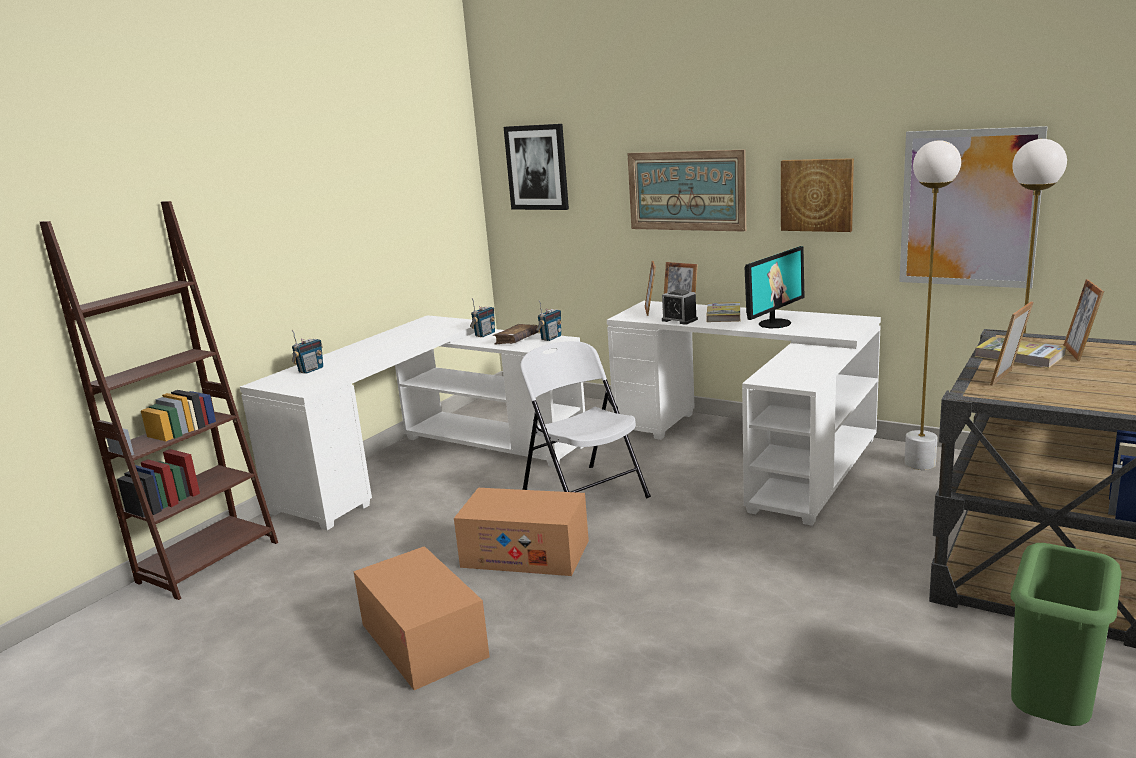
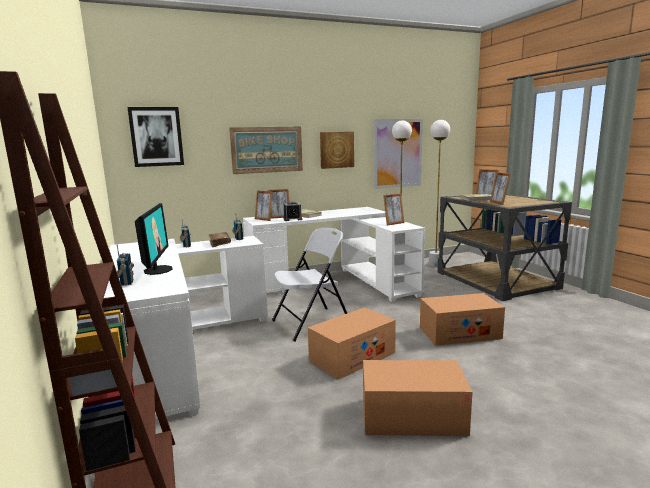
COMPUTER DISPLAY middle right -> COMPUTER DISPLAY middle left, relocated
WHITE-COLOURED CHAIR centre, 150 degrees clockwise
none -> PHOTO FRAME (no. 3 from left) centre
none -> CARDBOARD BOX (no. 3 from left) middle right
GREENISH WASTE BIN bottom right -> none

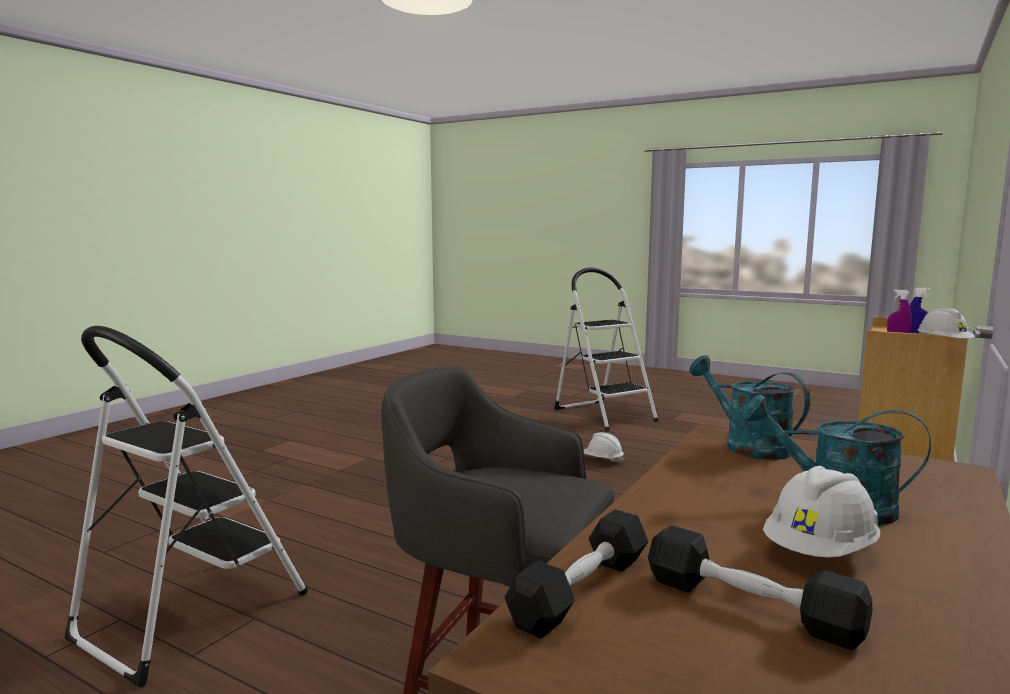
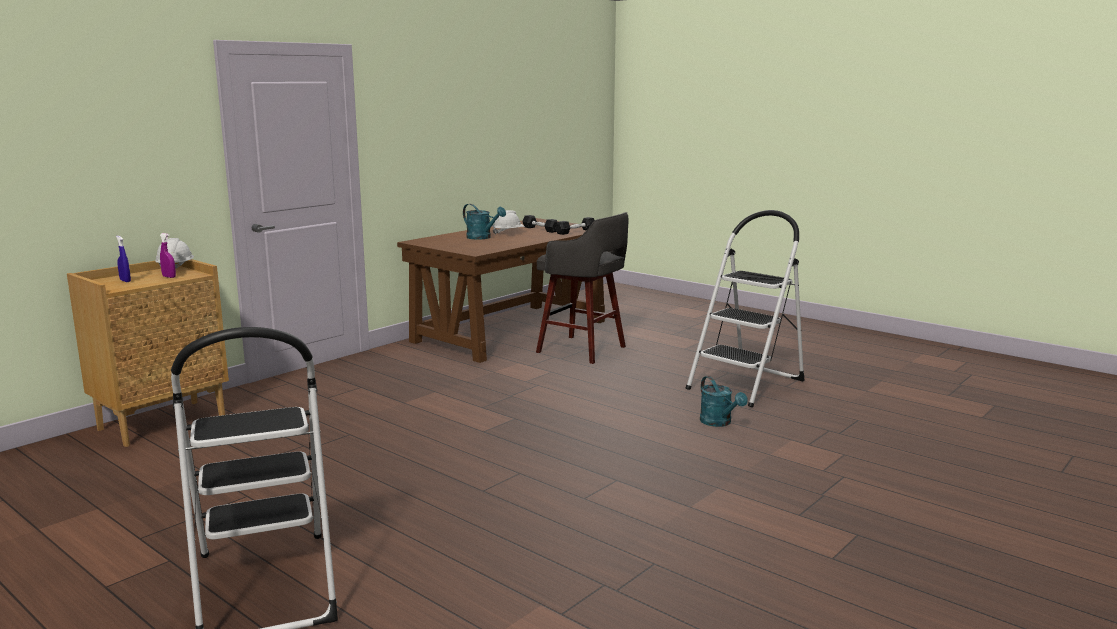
TURQUOISE WATERING POT (no. 1 from left in the first image) middle right -> TURQUOISE WATERING POT (no. 2 from left) centre, relocated
WHITE-COLOURED WORK HELMET (no. 1 from left) centre -> none

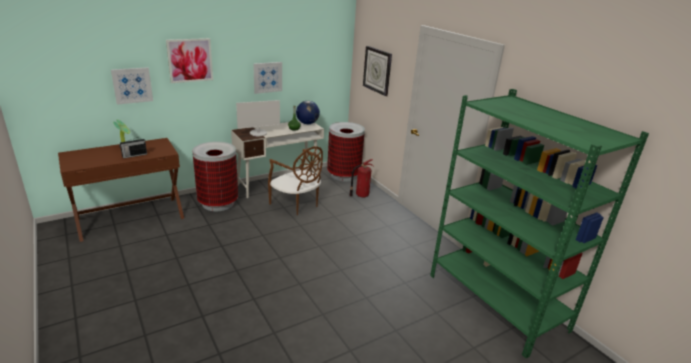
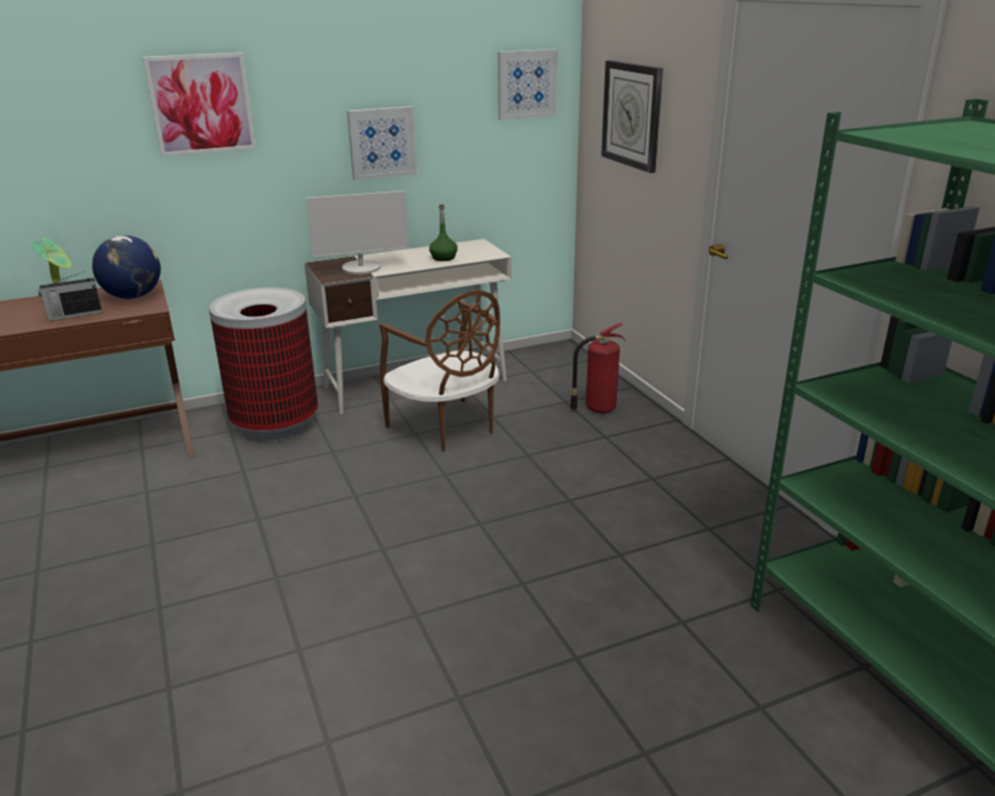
WORLD GLOBE top centre -> WORLD GLOBE middle left, relocated
WALL ART (no. 1 from left in the first image) top left -> WALL ART (no. 3 from left) top centre, relocated
WASTE BIN (no. 2 from left) centre -> none

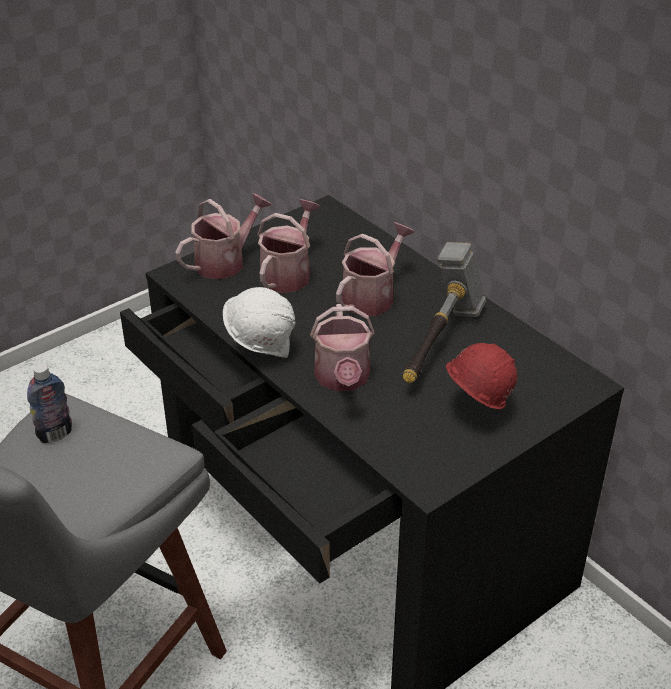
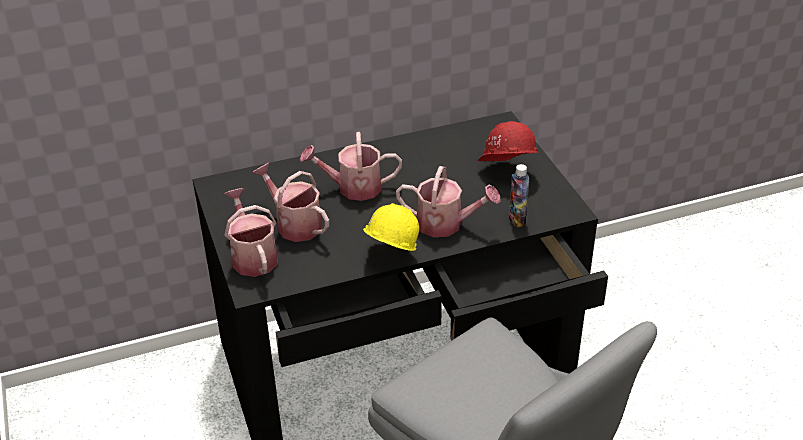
WATERING POT (no. 4 from left in the first image) centre -> WATERING POT (no. 3 from left) centre, 60 degrees counterclockwise
WHITE-COLOURED WORK HELMET centre -> YELLOWISH WORK HELMET centre
BEVERAGE BOTTLE middle left -> BEVERAGE BOTTLE centre, relocated
HAND HAMMER centre -> none

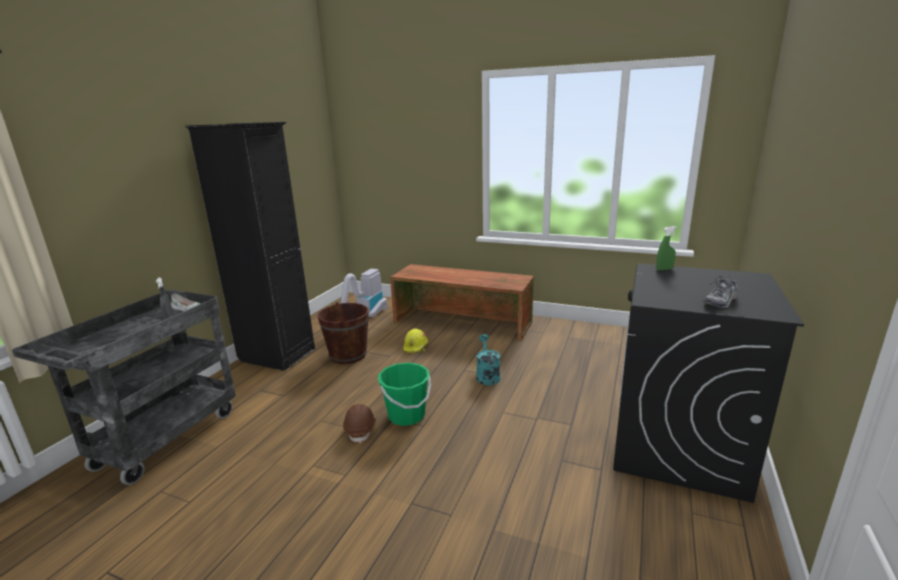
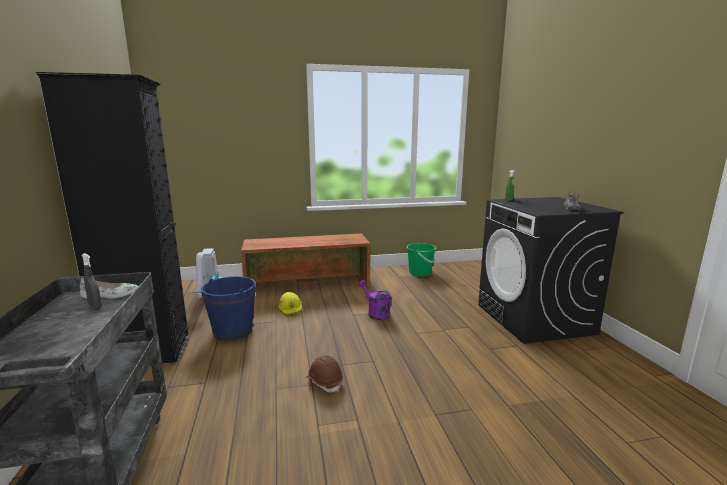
BROWN-COLOURED PAIL centre -> BLUE PAIL middle left
TURQUOISE WATERING POT centre -> PURPLISH WATERING POT centre
GREENISH PAIL bottom centre -> GREENISH PAIL centre, relocated

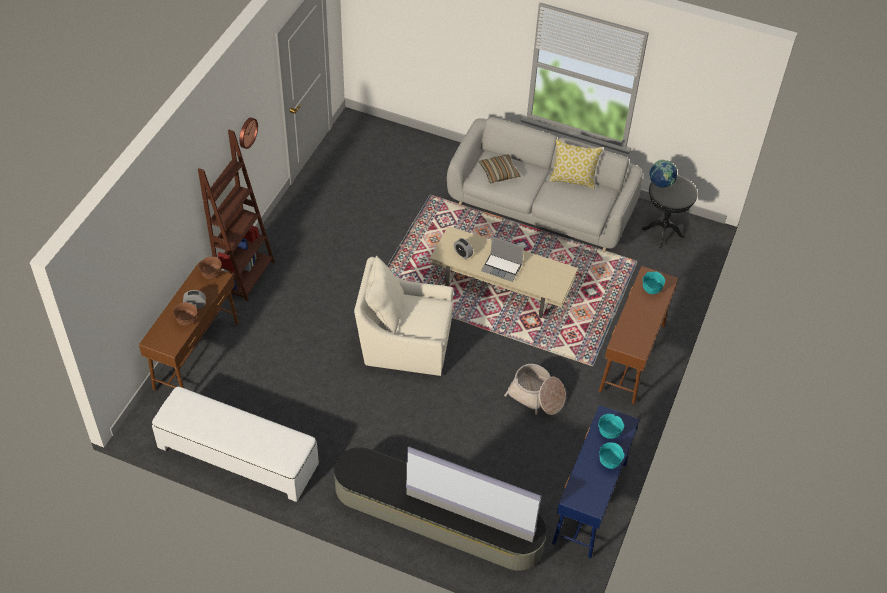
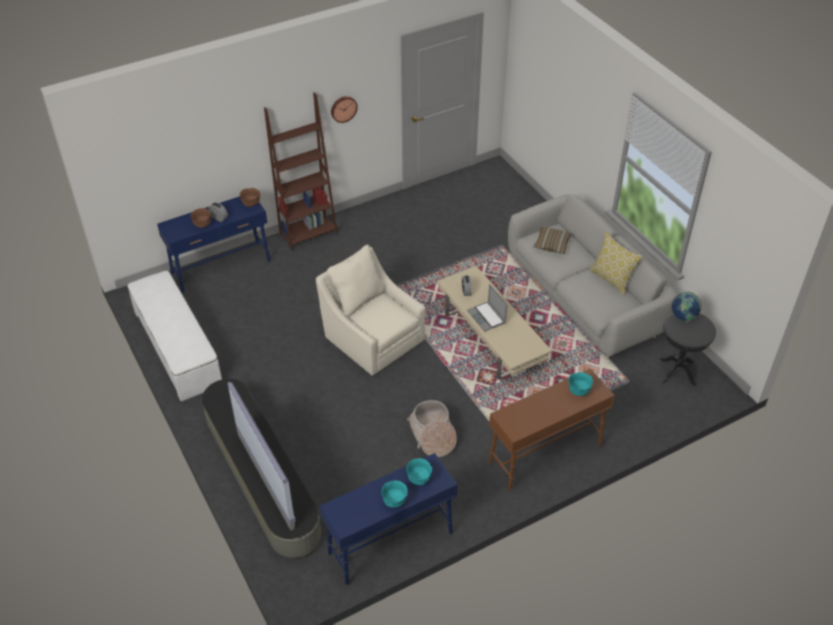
BROWN-COLOURED NARROW TABLE (no. 1 from left) middle left -> BLUE NARROW TABLE (no. 1 from left) middle left

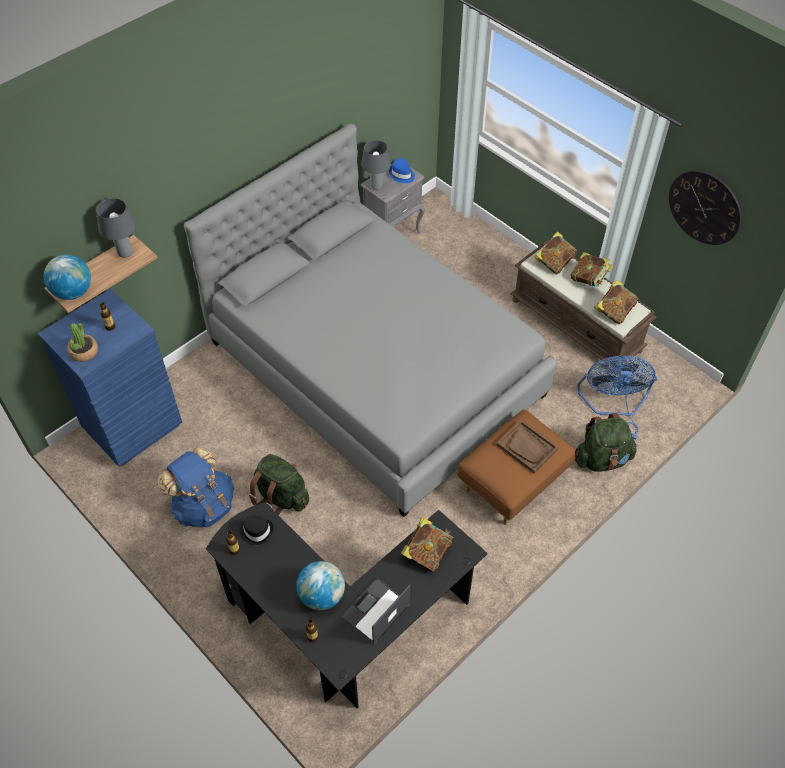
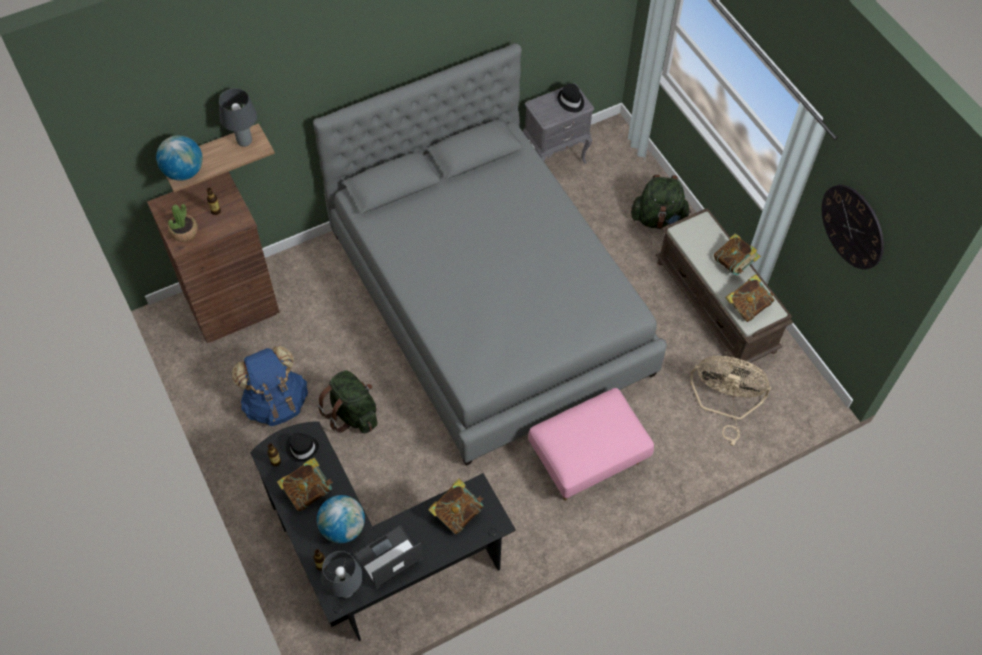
BLUE DRESSER middle left -> BROWN-COLOURED DRESSER middle left
VOLUME (no. 2 from left in the first image) top right -> VOLUME (no. 1 from left) bottom left, relocated
GRAY TABLE LAMP (no. 2 from left) top centre -> GRAY TABLE LAMP (no. 2 from left) bottom centre, relocated
BROWN-COLOURED OTTOMAN centre -> PINKISH OTTOMAN bottom centre
BLUE HAT top centre -> BLACK-COLOURED HAT (no. 2 from left) top centre
GREENISH RUCKSACK (no. 2 from left) middle right -> GREENISH RUCKSACK (no. 2 from left) top right, relocated
BLUE FAN middle right -> BEIGE-COLOURED FAN middle right
BROWN-COLOURED SERVING TRAY middle right -> none

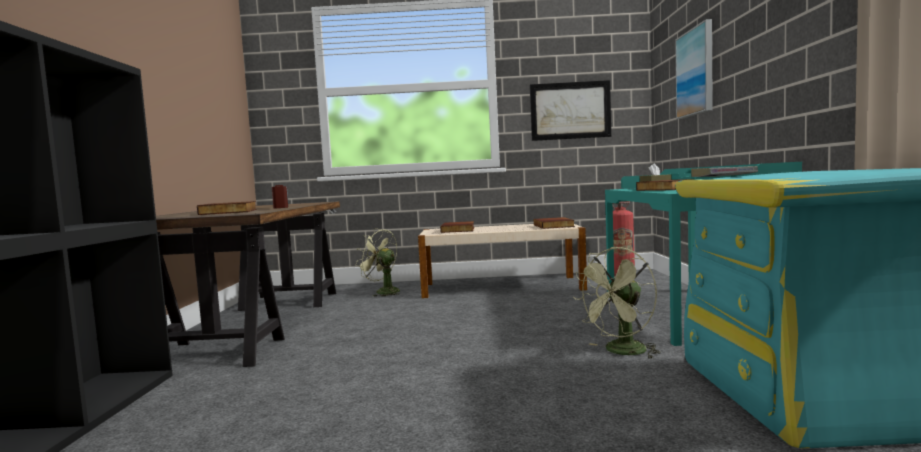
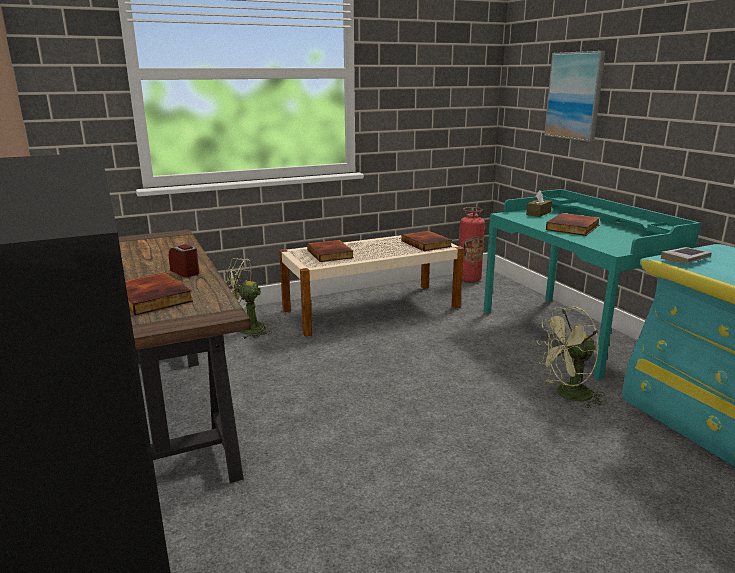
GREENISH FAN (no. 2 from left) bottom right -> GREENISH FAN (no. 2 from left) middle right, 45 degrees clockwise
WALL ART (no. 1 from left) top centre -> none

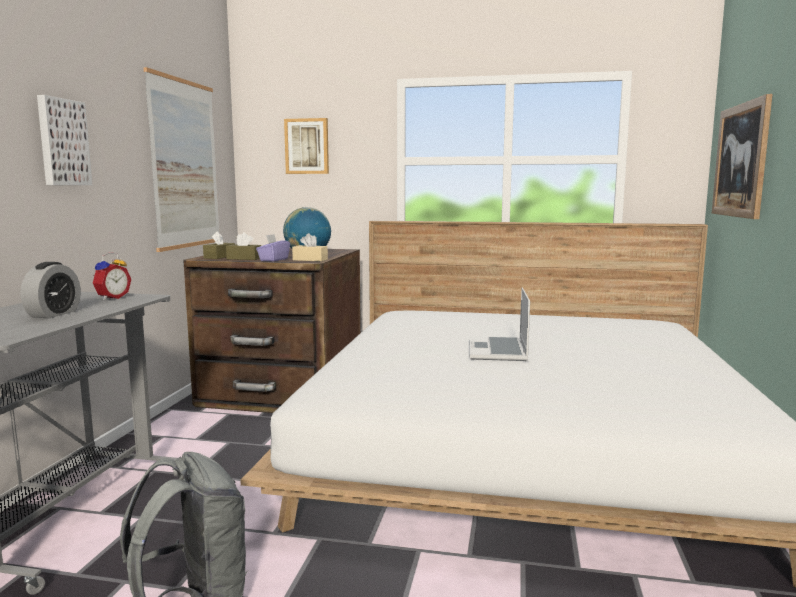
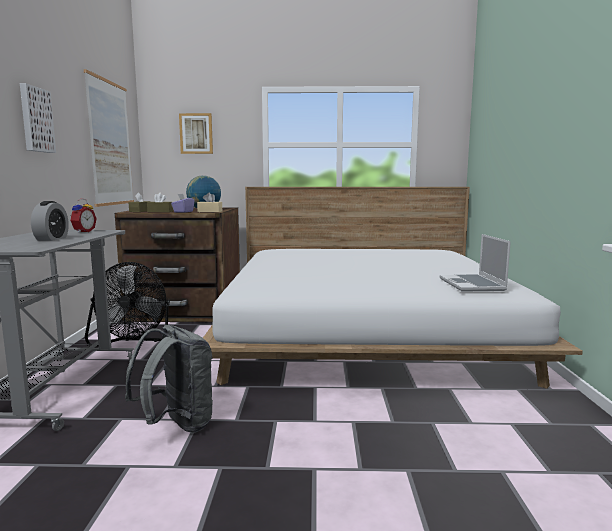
none -> BLACK-COLOURED FAN middle left
PORTABLE COMPUTER centre -> PORTABLE COMPUTER middle right, relocated
WALL ART (no. 4 from left) top right -> none

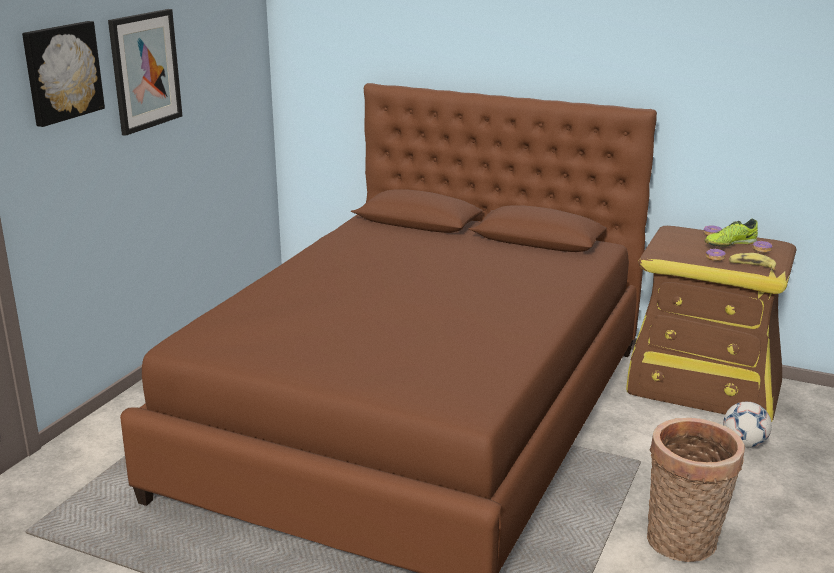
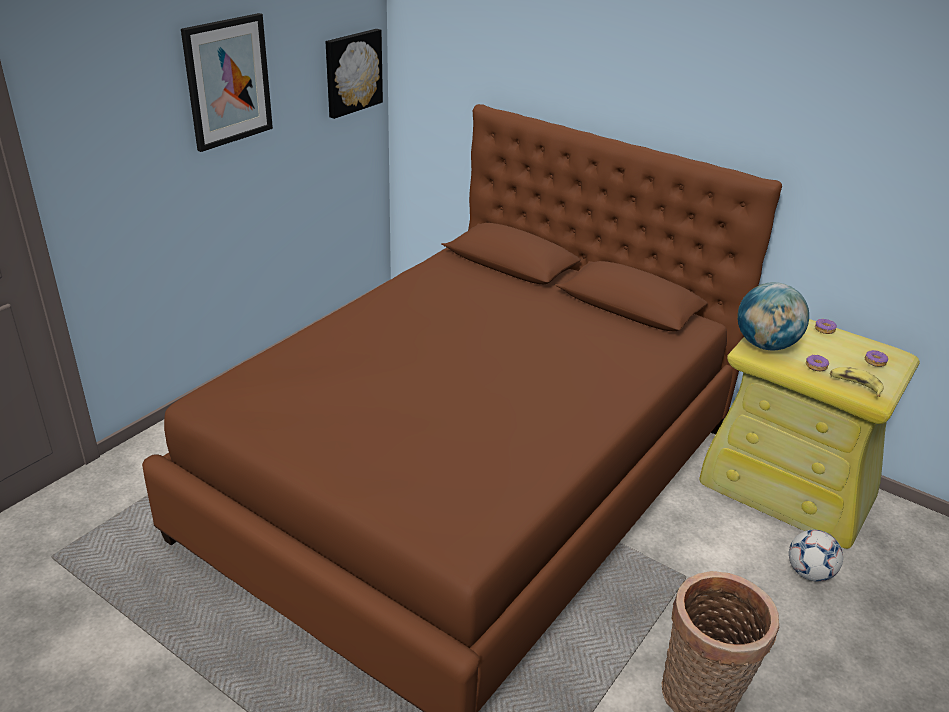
WALL ART (no. 1 from left in the first image) top left -> WALL ART (no. 2 from left) top centre, relocated
BROWN-COLOURED NIGHTSTAND middle right -> YELLOWISH NIGHTSTAND middle right
none -> WORLD GLOBE middle right
LOW SHOE middle right -> none

